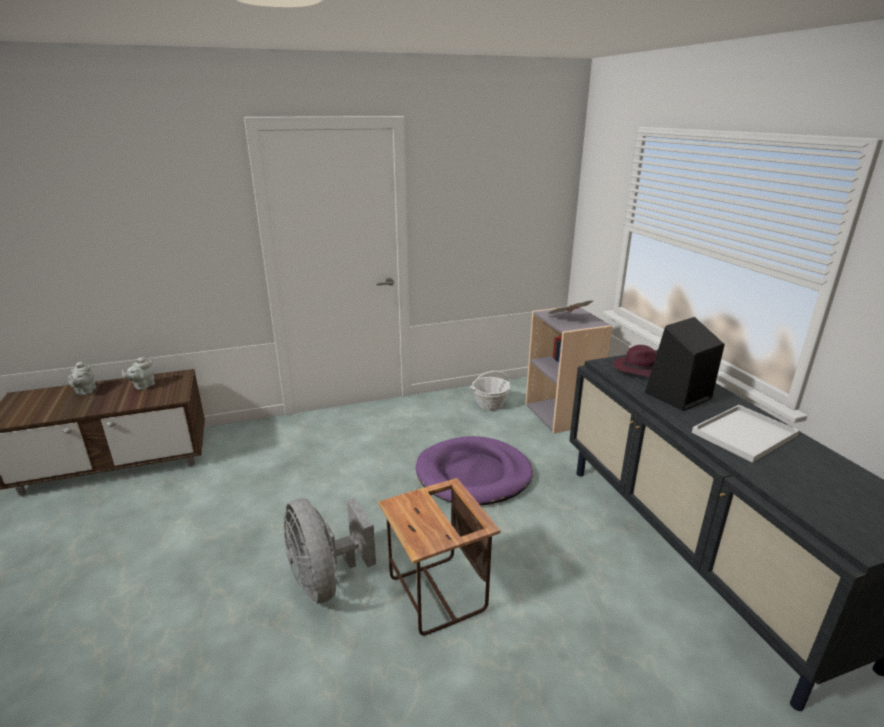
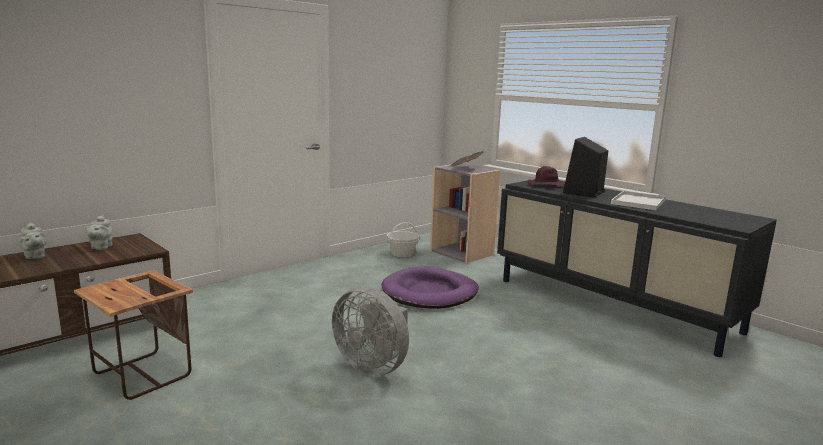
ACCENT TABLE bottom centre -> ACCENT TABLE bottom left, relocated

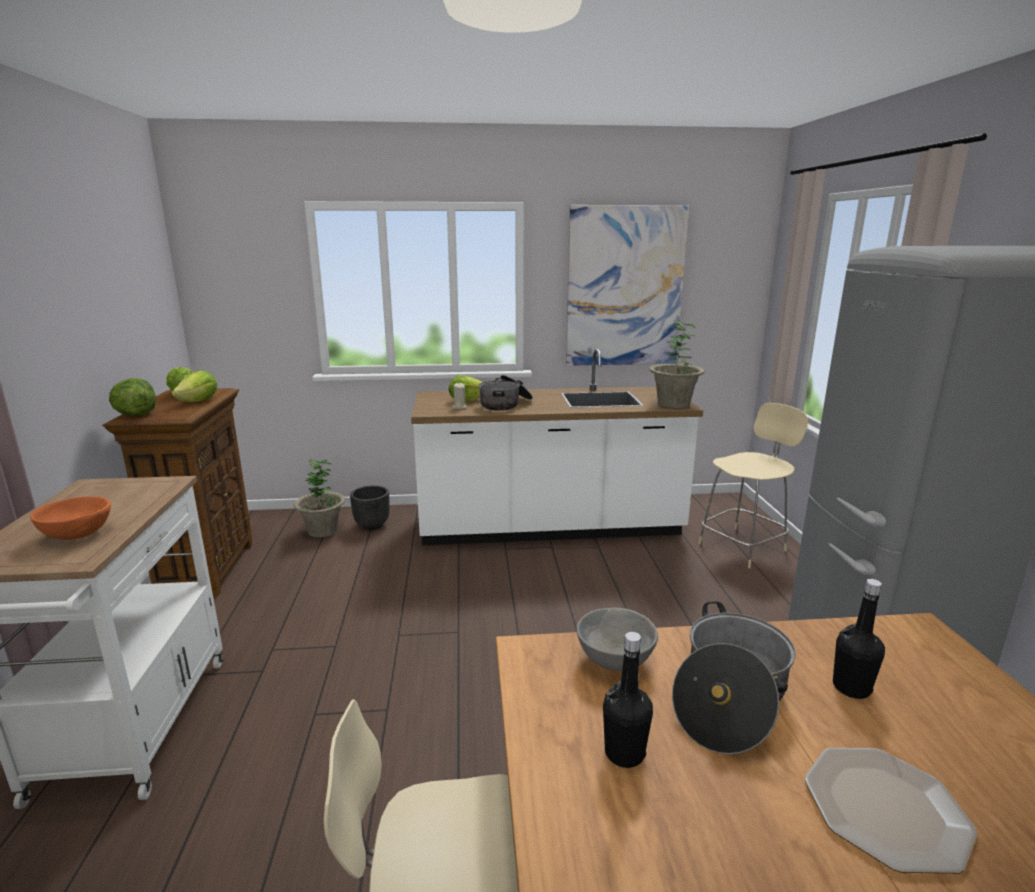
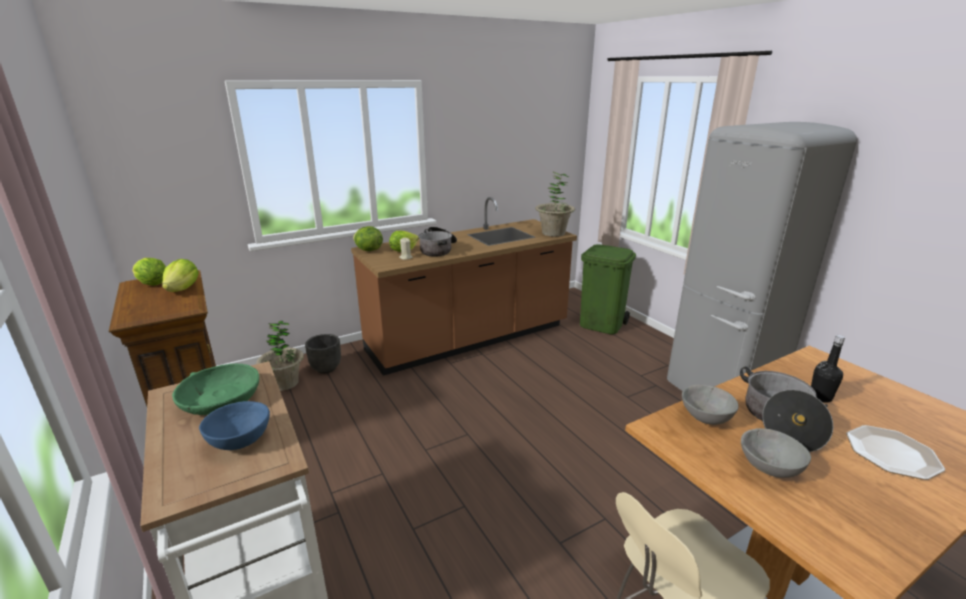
none -> GREENISH DEEP DISH middle left
ORANGE DEEP DISH middle left -> BLUE DEEP DISH bottom left
WHITE-COLOURED KITCHEN COUNTER centre -> BROWN-COLOURED KITCHEN COUNTER centre
HEAD OF LETTUCE (no. 1 from left in the first image) middle left -> HEAD OF LETTUCE (no. 3 from left) centre, relocated
BEIGE-COLOURED CHAIR (no. 2 from left) middle right -> GREENISH WASTE BIN centre
BLACK-COLOURED BEVERAGE BOTTLE (no. 1 from left) bottom centre -> GRAY DEEP DISH (no. 2 from left) bottom right
WALL ART top centre -> none

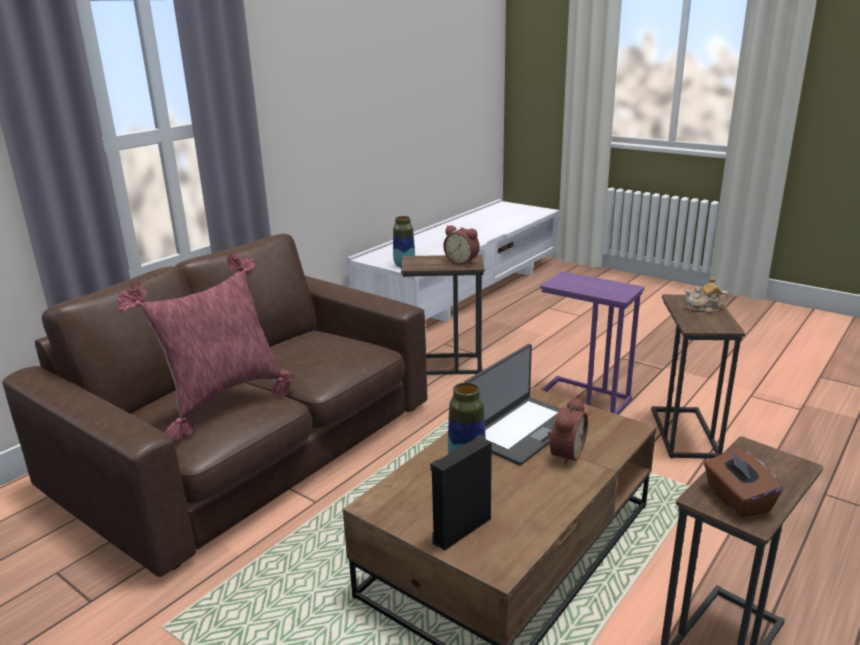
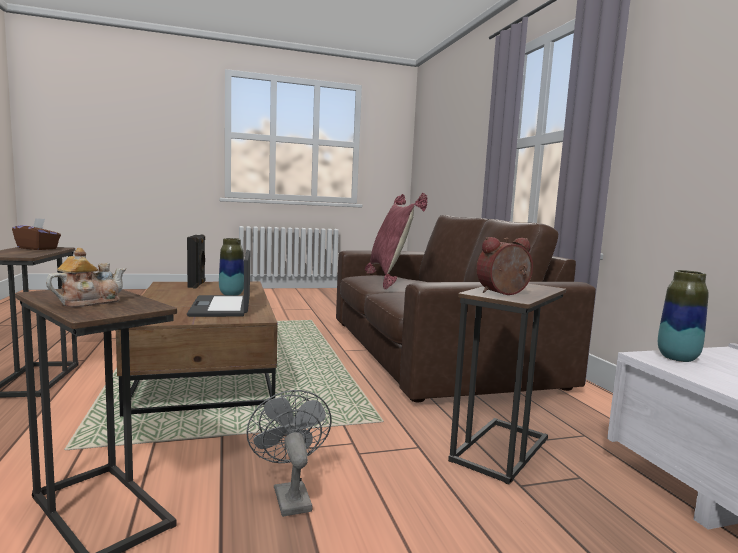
PURPLISH ACCENT TABLE middle right -> GRAY FAN bottom centre
ALARM CLOCK (no. 2 from left) bottom centre -> none

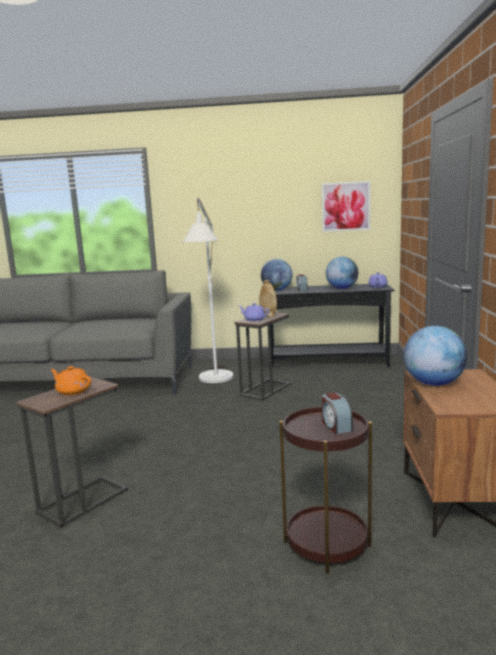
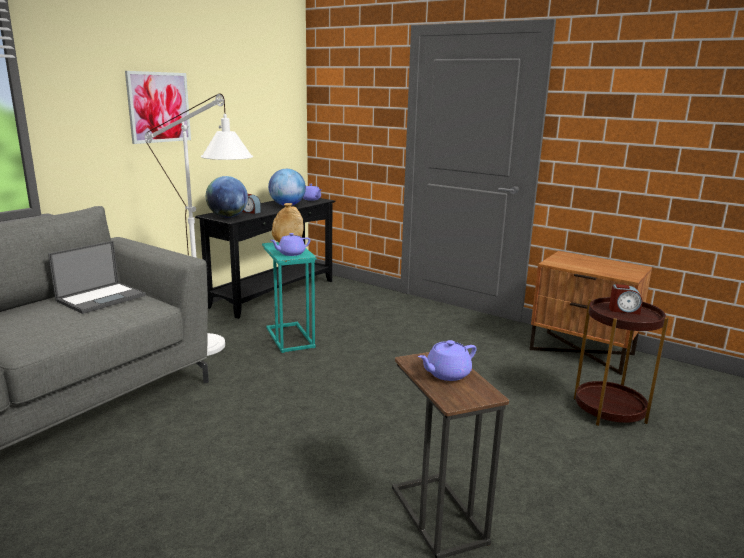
none -> PORTABLE COMPUTER middle left
WALL ART top right -> WALL ART top left, relocated
BROWN-COLOURED ACCENT TABLE (no. 2 from left) centre -> TURQUOISE ACCENT TABLE centre
ORANGE TEA POT middle left -> PURPLISH TEA POT (no. 3 from left) centre
WORLD GLOBE (no. 3 from left) middle right -> none

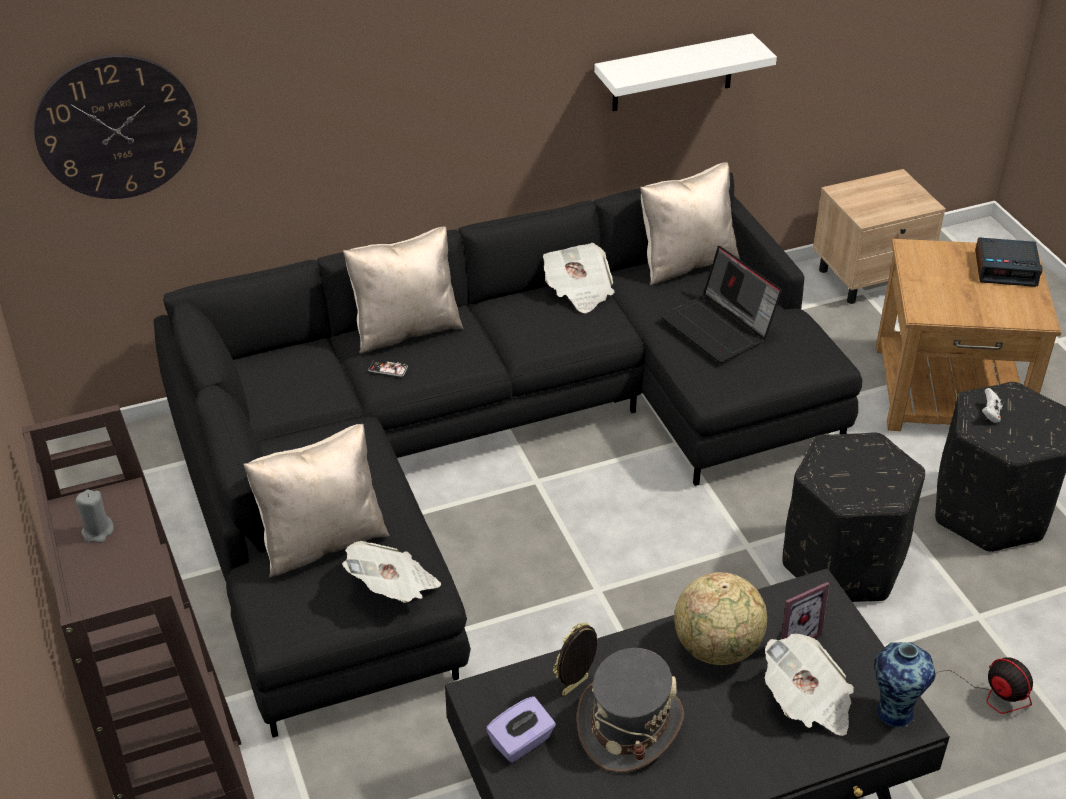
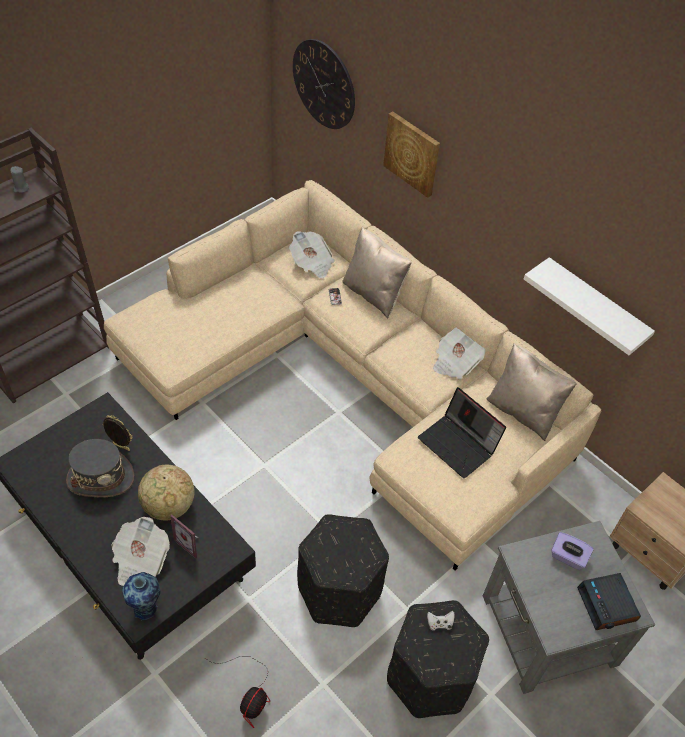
BLACK-COLOURED SOFA centre -> BEIGE-COLOURED SOFA centre
DAILY PAPER (no. 1 from left in the first image) bottom centre -> DAILY PAPER (no. 2 from left) centre, relocated
none -> WALL ART top centre
PORTABLE COMPUTER middle right, 75 degrees counterclockwise
BROWN-COLOURED ACCENT TABLE middle right -> GRAY ACCENT TABLE bottom right
PURPLISH BOX OF TISSUES bottom centre -> PURPLISH BOX OF TISSUES bottom right, relocated
BEIGE-COLOURED THROW PILLOW (no. 1 from left) middle left -> none

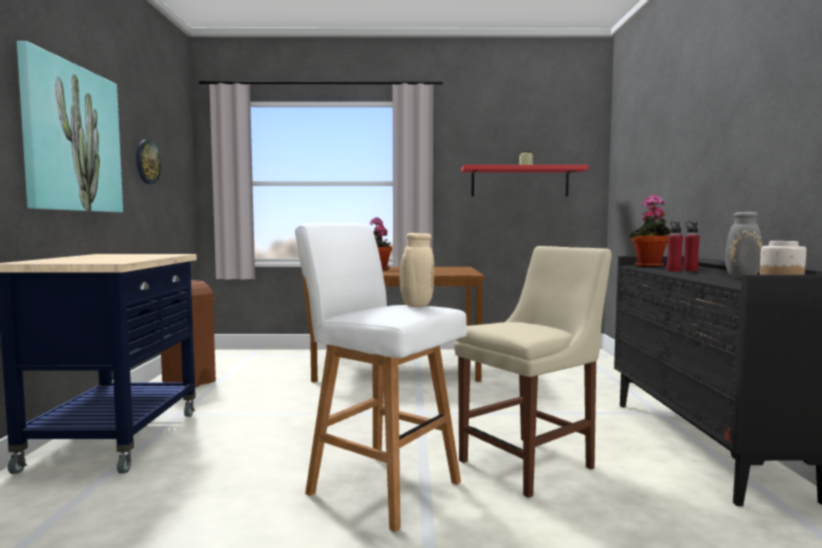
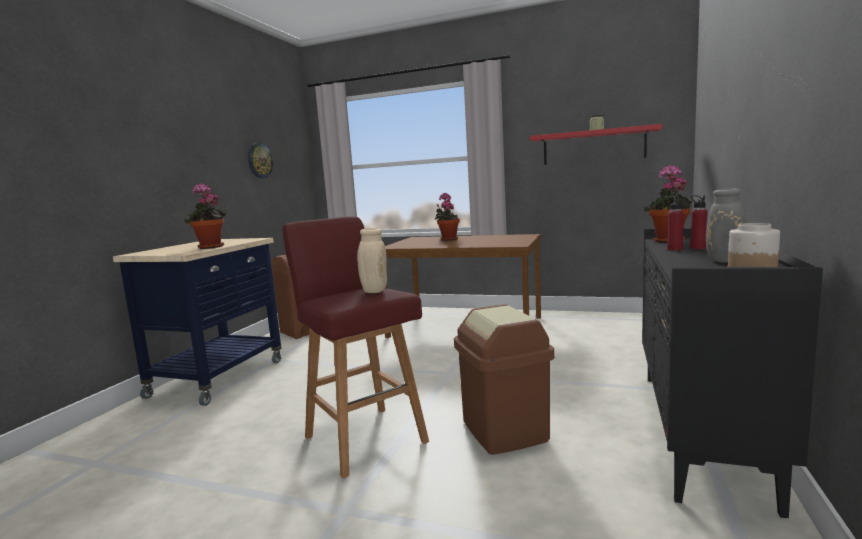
none -> PLANT IN A POT (no. 1 from left) middle left
WHITE-COLOURED SITTING STOOL bottom centre -> RED-COLOURED SITTING STOOL centre
BEIGE-COLOURED CHAIR bottom centre -> BROWN-COLOURED WASTE BIN (no. 2 from left) bottom centre
WALL ART top left -> none

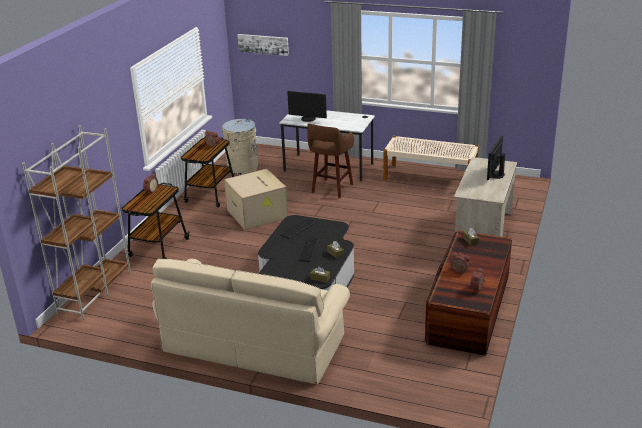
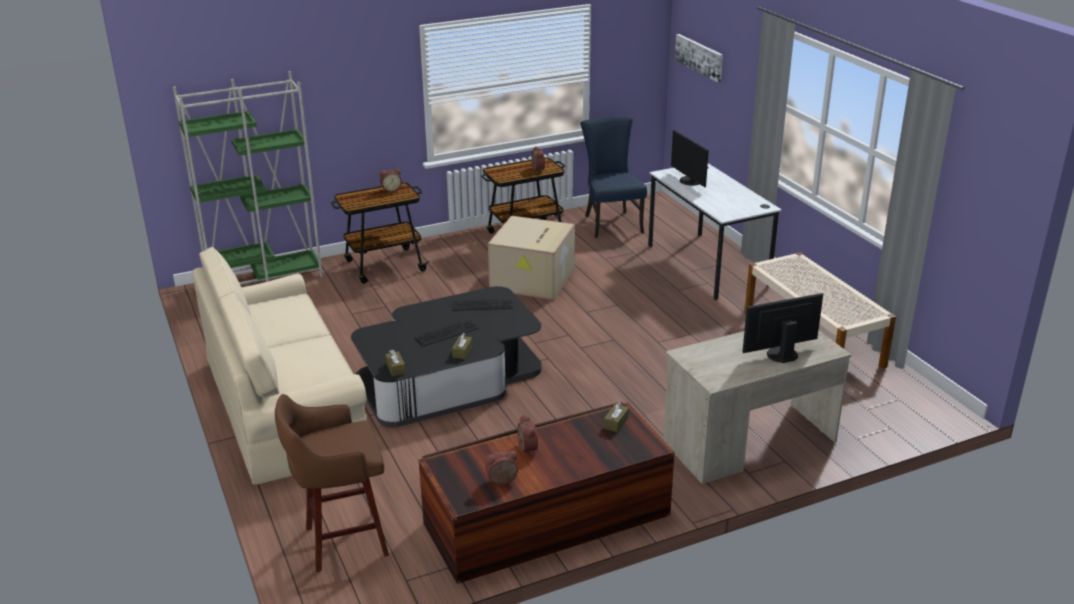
BROWN-COLOURED BOOKSHELF middle left -> GREENISH BOOKSHELF top left
BROWN-COLOURED SITTING STOOL centre -> BROWN-COLOURED SITTING STOOL bottom left, relocated
BEIGE-COLOURED WASTE BIN centre -> BLUE CHAIR top centre

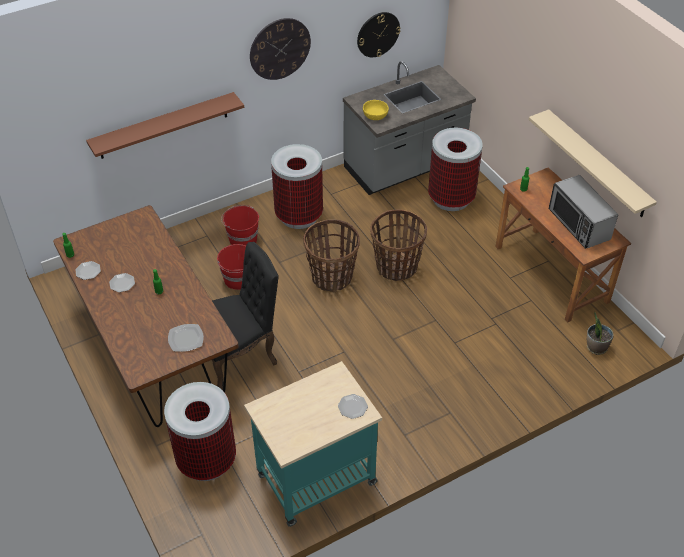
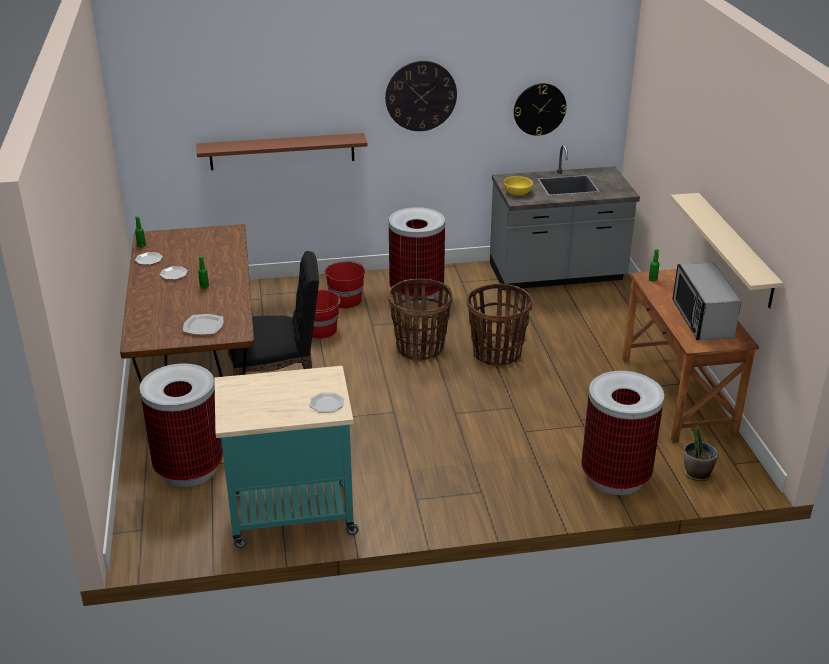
WASTE BIN (no. 3 from left) top centre -> WASTE BIN (no. 3 from left) middle right, relocated

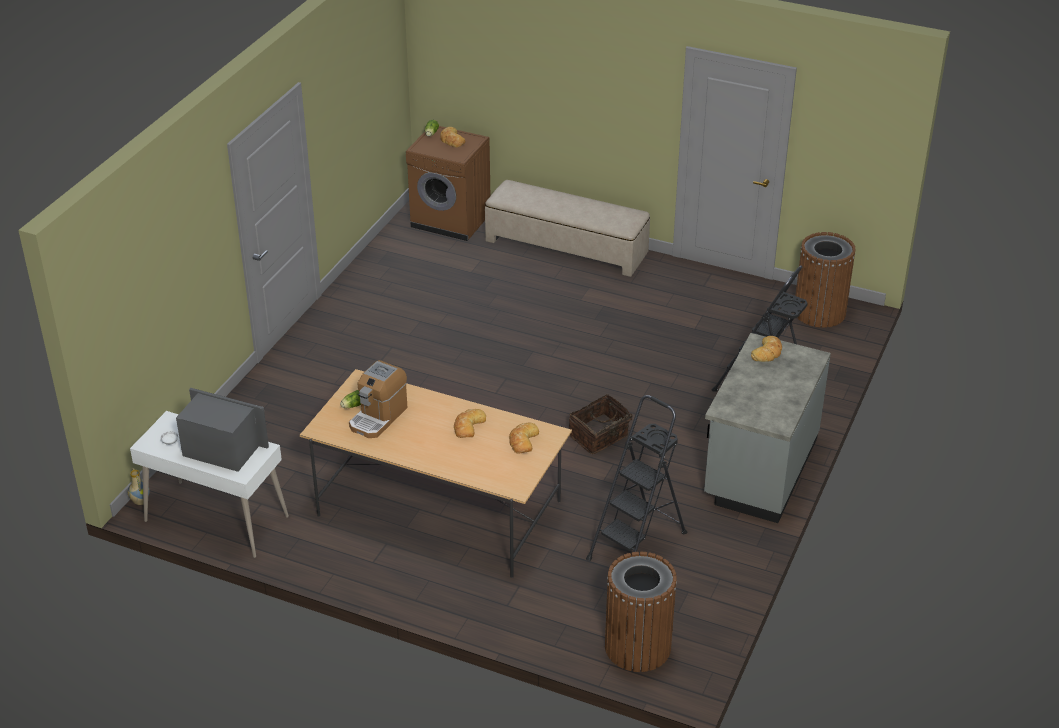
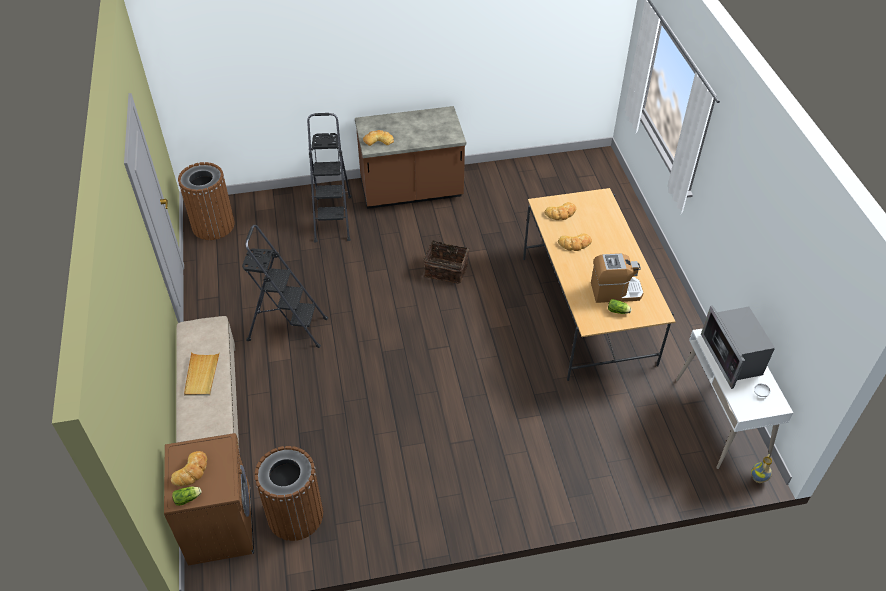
none -> BEIGE-COLOURED SERVING TRAY middle left
STEP STOOL (no. 1 from left) centre -> STEP STOOL (no. 1 from left) middle left, relocated
BROWN-COLOURED WASTE BIN (no. 1 from left in the first image) bottom centre -> BROWN-COLOURED WASTE BIN (no. 2 from left) bottom left, relocated
GRAY KITCHEN COUNTER middle right -> BROWN-COLOURED KITCHEN COUNTER top centre

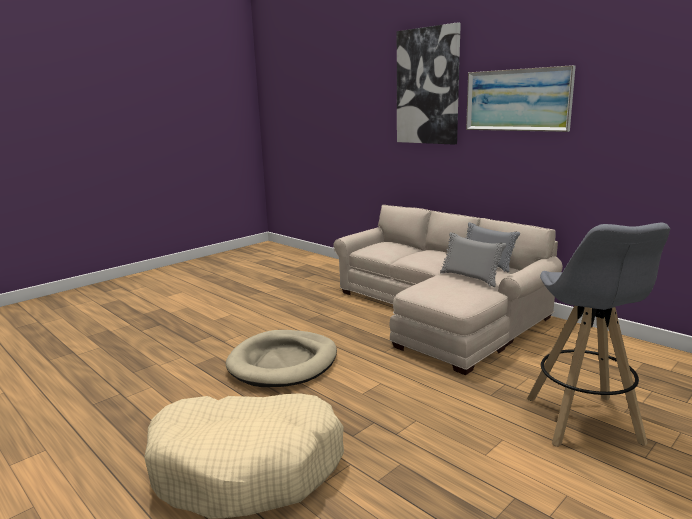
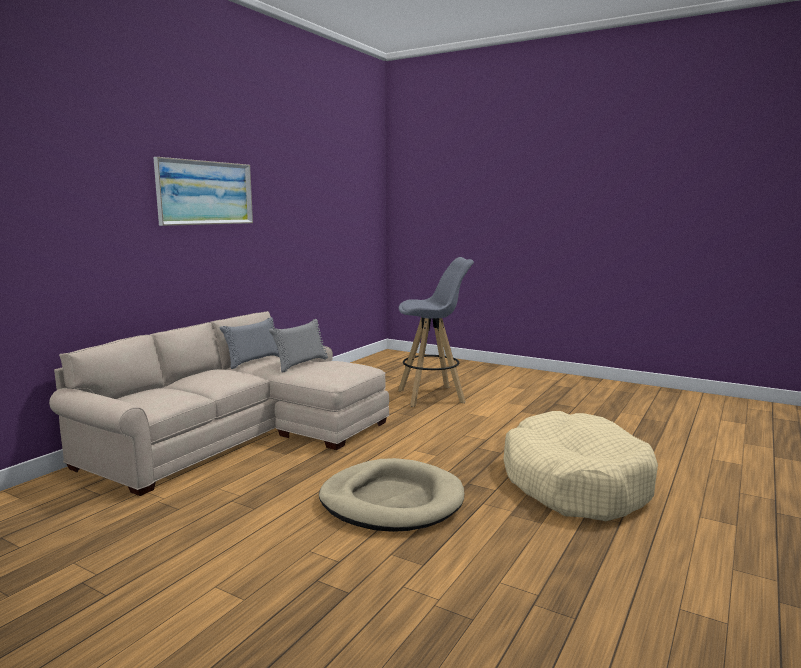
WALL ART (no. 1 from left) top centre -> none

